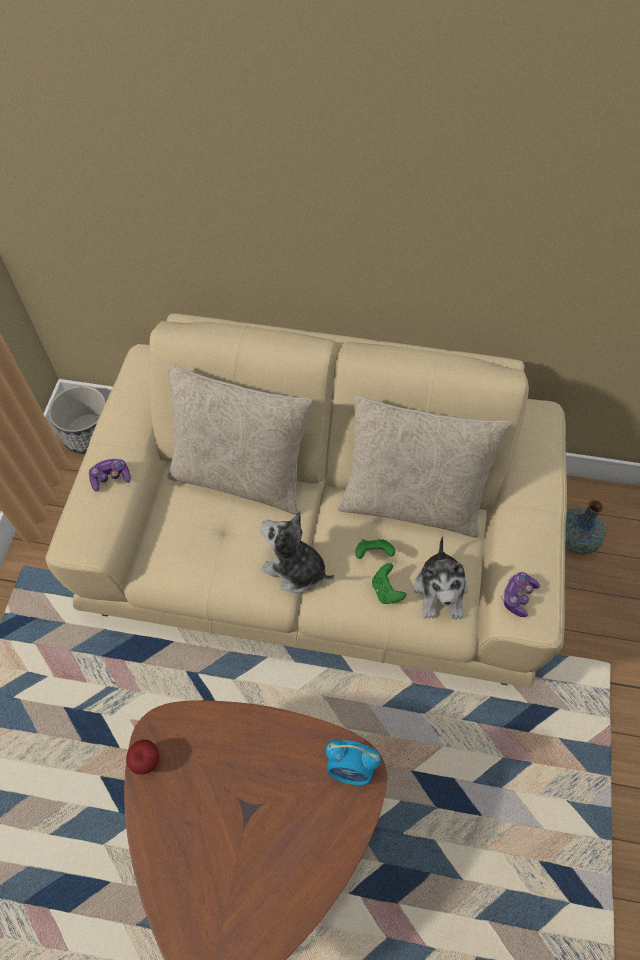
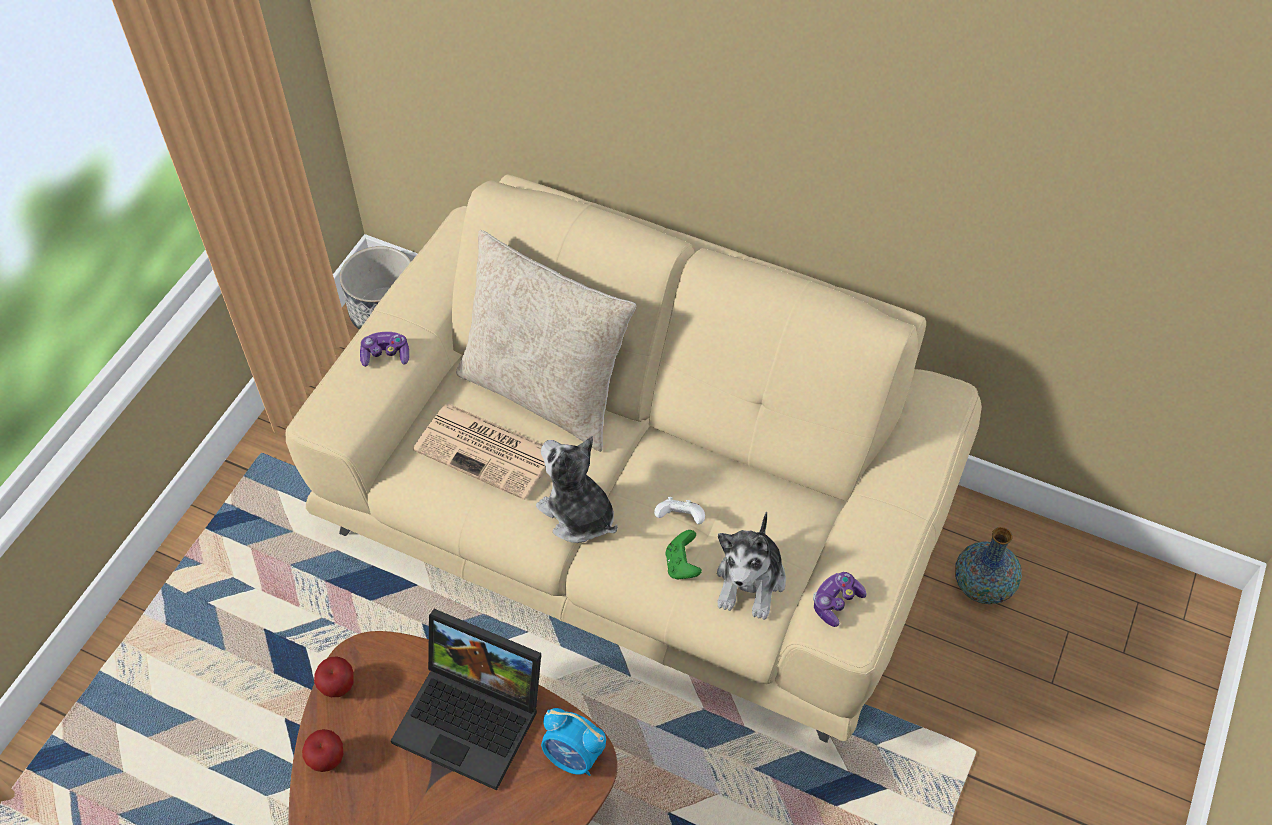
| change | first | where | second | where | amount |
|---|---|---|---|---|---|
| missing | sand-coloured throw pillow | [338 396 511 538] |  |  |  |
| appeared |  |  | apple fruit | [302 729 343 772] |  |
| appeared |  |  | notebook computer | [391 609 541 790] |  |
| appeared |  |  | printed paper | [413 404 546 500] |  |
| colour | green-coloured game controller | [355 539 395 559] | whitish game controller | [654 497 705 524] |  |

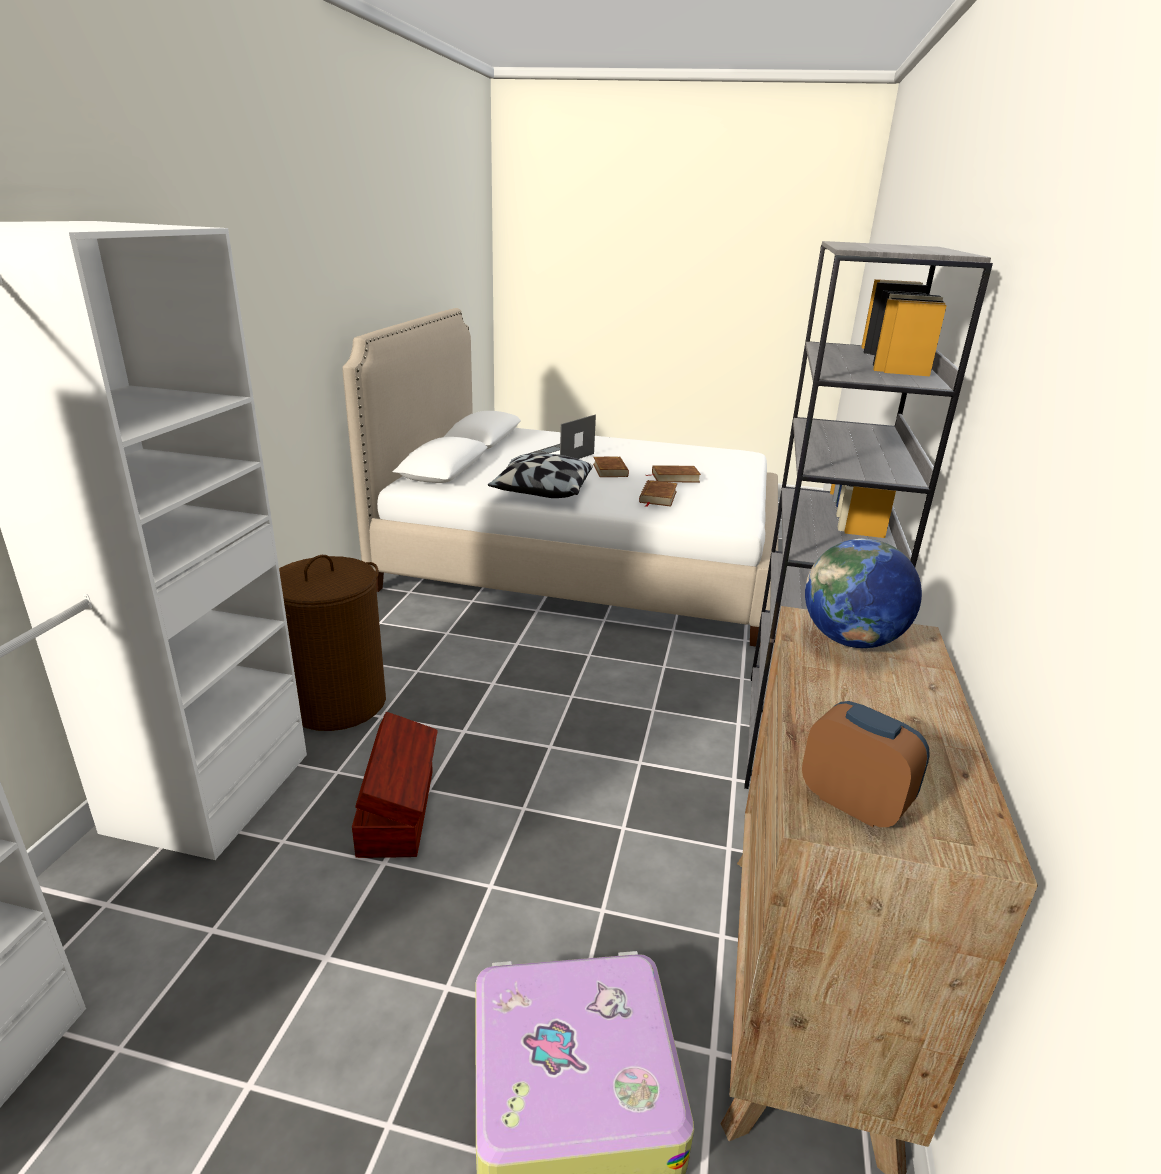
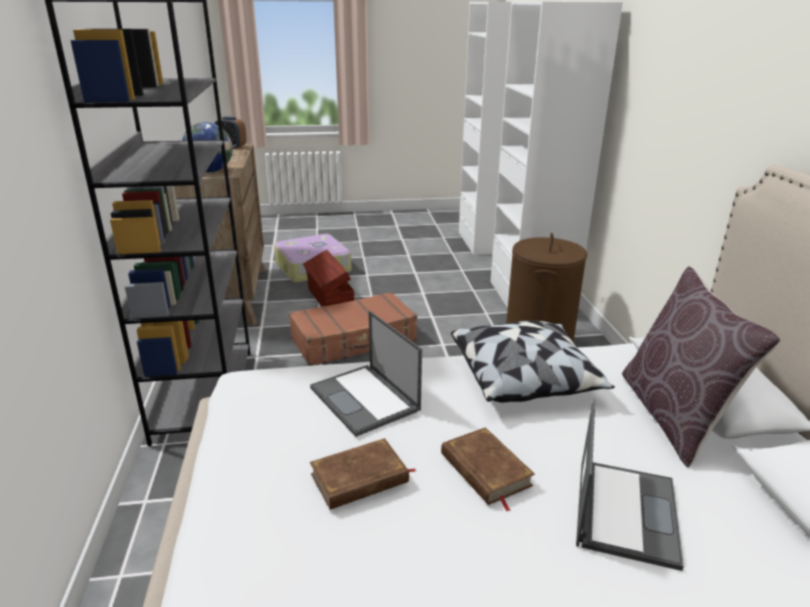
| change | first | where | second | where | amount |
|---|---|---|---|---|---|
| appeared |  |  | brownish suitcase | [289 292 417 366] |  |
| appeared |  |  | brownish throw pillow | [622 266 781 467] |  |
| relocated | brownish storage box | [352 712 438 858] |  | [303 249 354 306] |  |
| exchanged | brownish bound book | [639 480 677 507] | notebook computer | [310 311 422 437] |  |

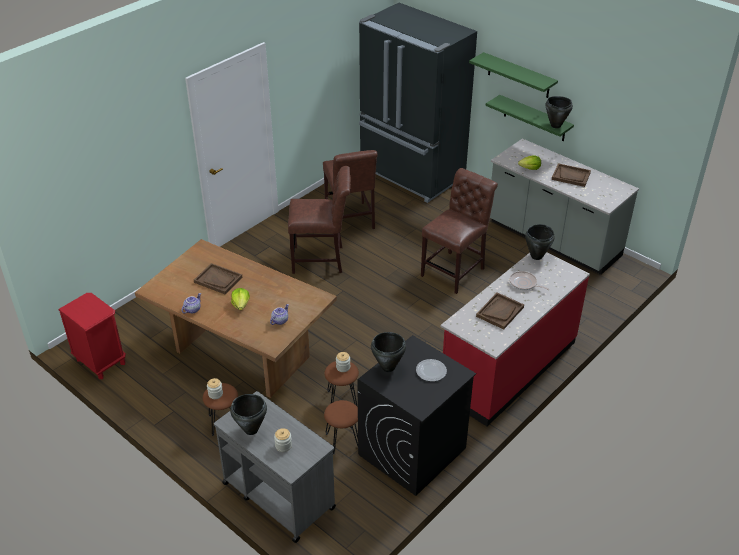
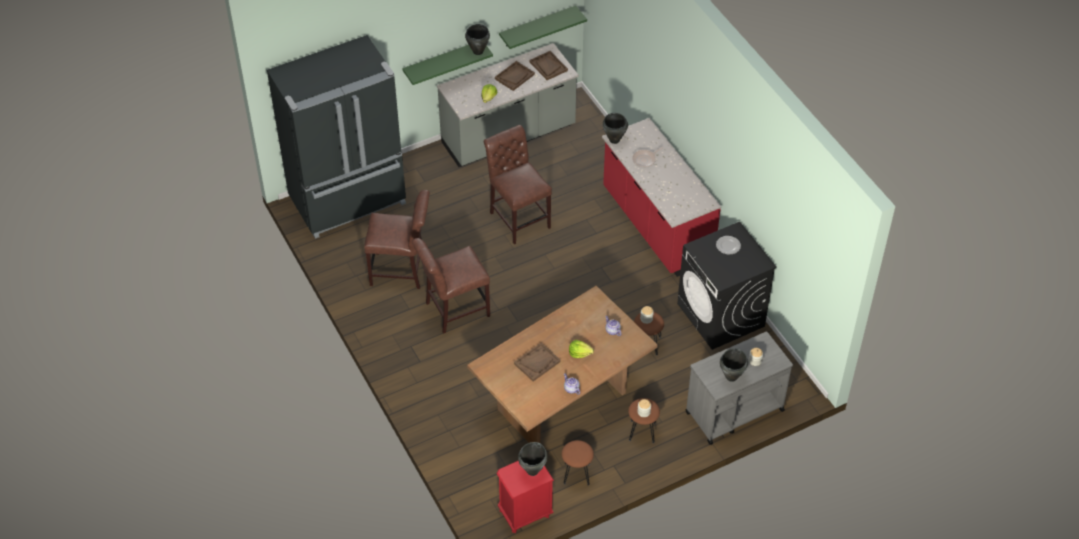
| change | first | where | second | where | amount |
|---|---|---|---|---|---|
| relocated | brownish stool | [324 400 358 455] |  | [562 440 594 486] |  |
| relocated | black cooking pot | [371 332 406 372] |  | [518 442 547 476] |  |
| relocated | green-coloured wall shelf | [469 52 558 98] |  | [499 5 587 49] |  |
| relocated | brownish tray | [476 293 524 330] |  | [529 51 568 80] |  |
| spun | brownish chair | [288 166 351 274] |  | [412 238 490 334] | 135 degrees counterclockwise |

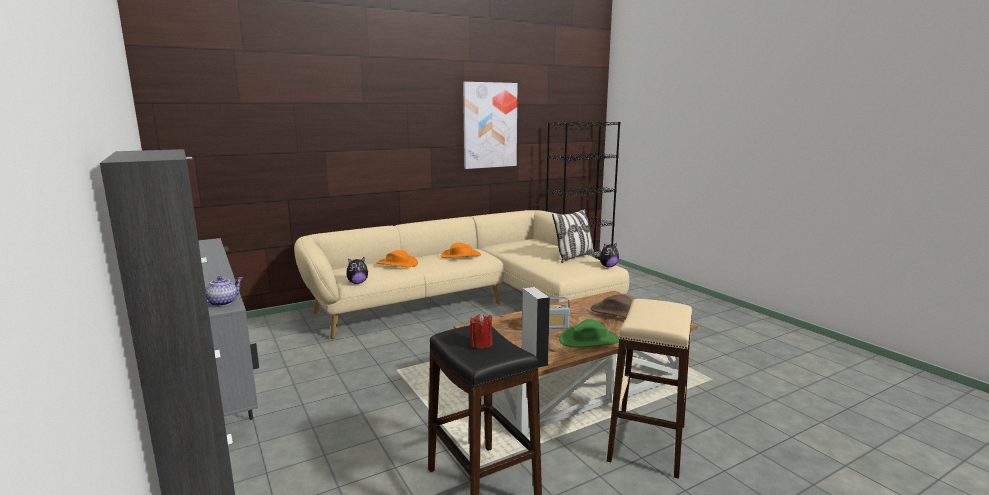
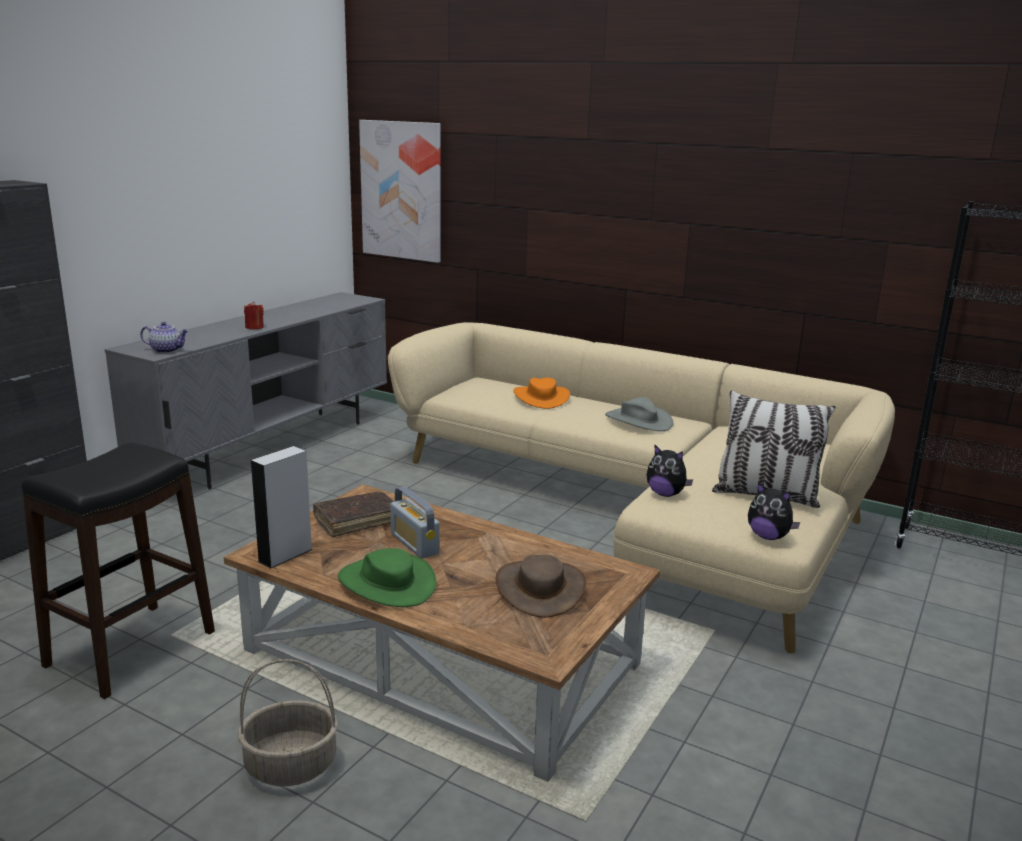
| change | first | where | second | where | amount |
|---|---|---|---|---|---|
| appeared |  |  | brownish bound book | [313 491 394 537] |  |
| relocated | soft toy | [347 257 368 284] |  | [646 445 693 497] |  |
| relocated | wall art | [463 82 517 169] |  | [359 120 440 263] |  |
| relocated | red-coloured wax candle | [470 313 492 348] |  | [244 301 264 329] |  |
| exchanged | sand-coloured stool | [607 299 692 479] | household basket | [238 659 338 786] |  |
| colour | orange hat | [441 243 481 258] | grey hat | [605 397 674 431] |  |

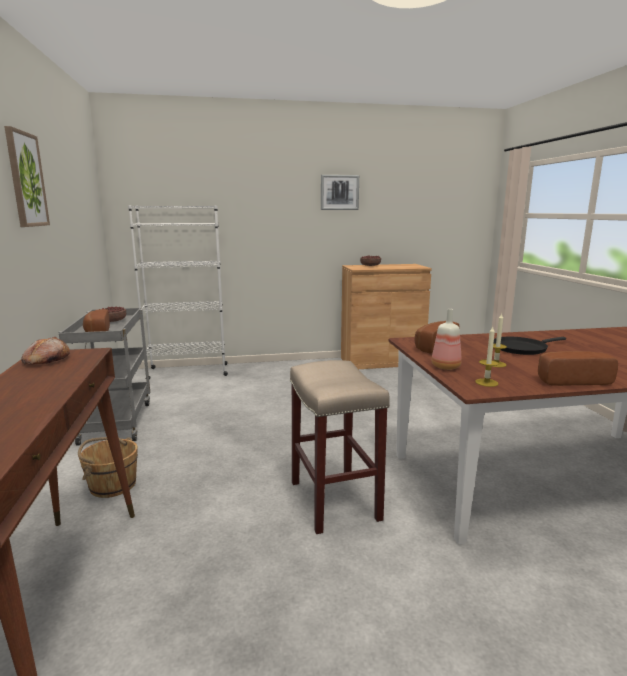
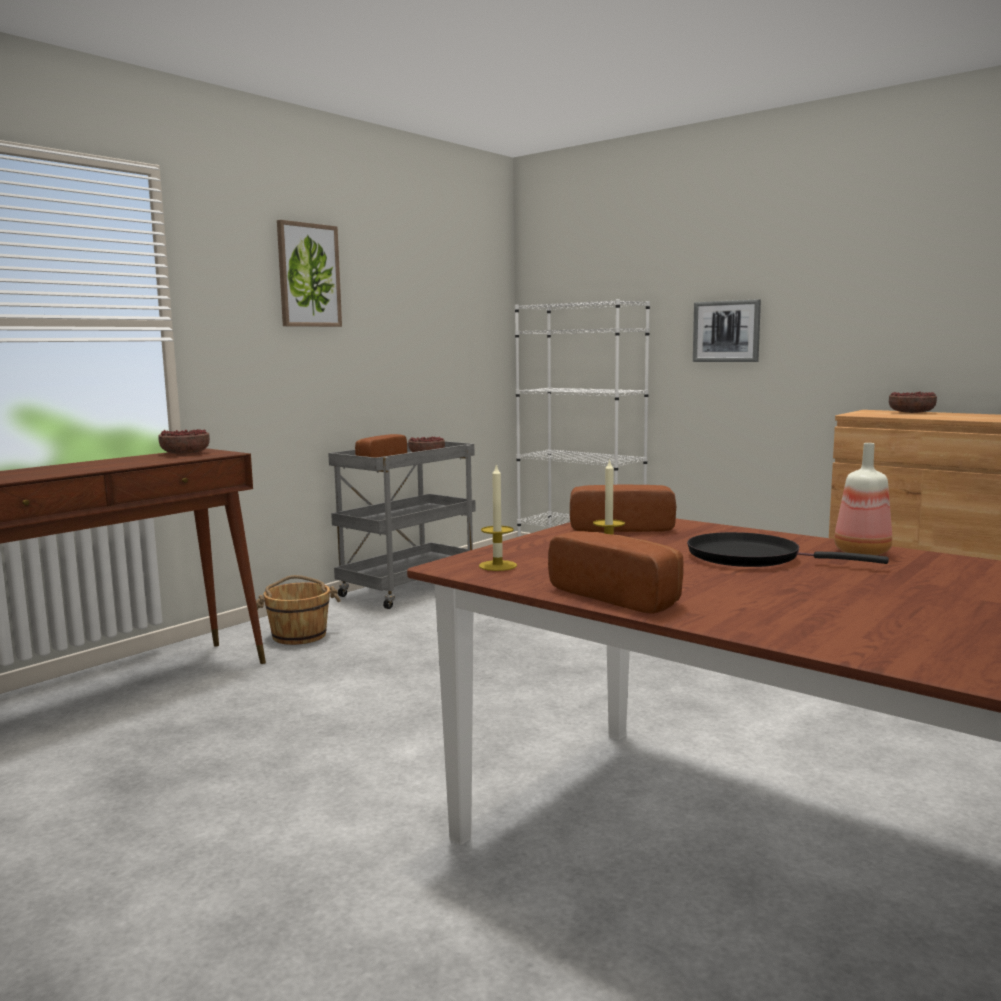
| change | first | where | second | where | amount |
|---|---|---|---|---|---|
| missing | sand-coloured stool | [290 360 390 534] |  |  |  |
| relocated | wall art | [321 175 359 210] |  | [693 299 761 362] |  |
| relocated | beverage bottle | [431 309 462 370] |  | [834 443 892 555] |  |
| exchanged | bakery bread | [21 337 70 365] | deep dish | [158 429 210 454] |  |

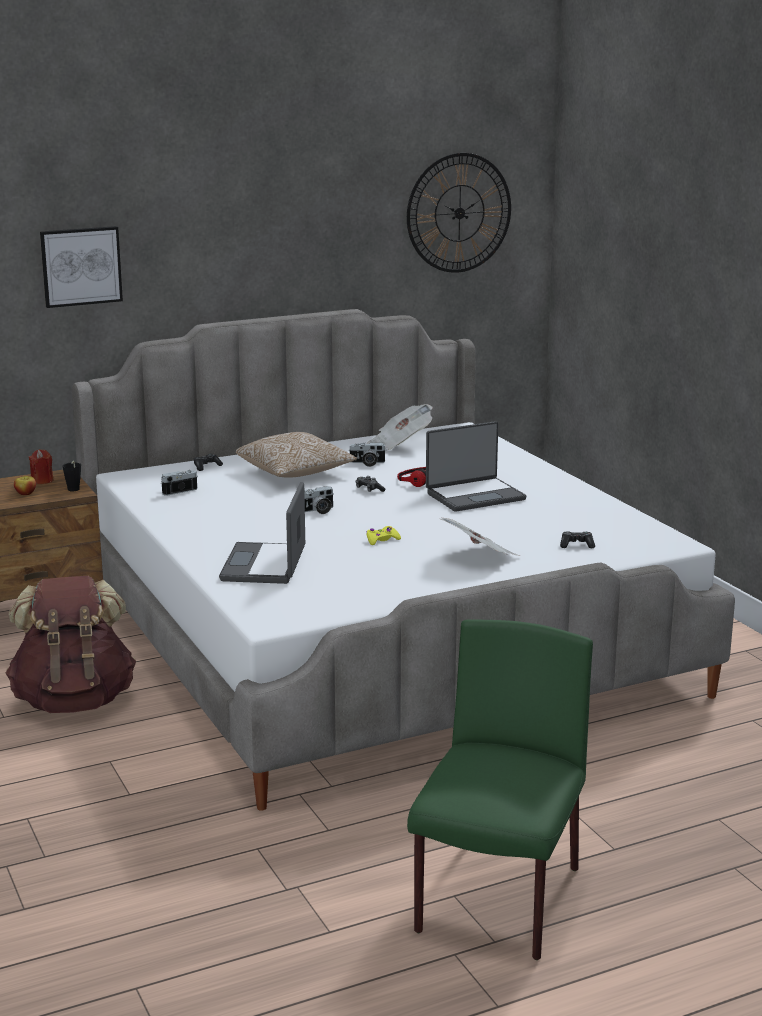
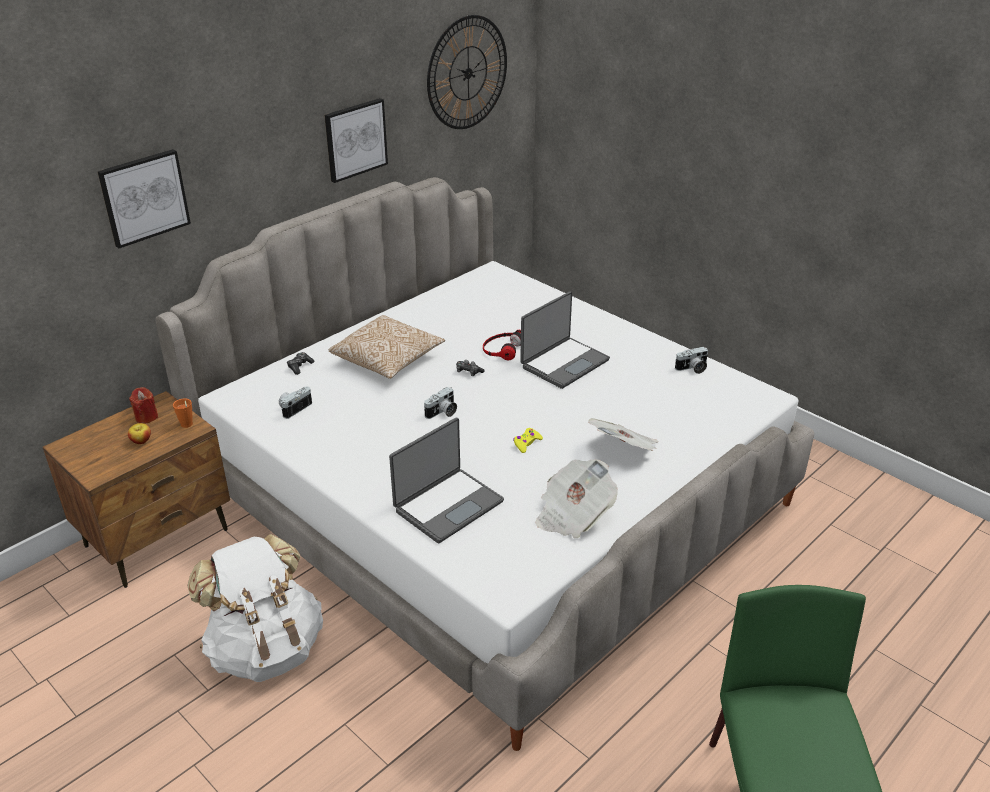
| change | first | where | second | where | amount |
|---|---|---|---|---|---|
| missing | game controller | [560 531 595 548] |  |  |  |
| appeared |  |  | wall art | [324 98 388 183] |  |
| relocated | still camera | [348 443 385 467] |  | [675 347 708 374] |  |
| relocated | printed paper | [366 404 433 450] |  | [535 459 618 538] |  |
| colour | brownish rucksack | [6 576 136 713] | whitish rucksack | [188 534 323 682] |  |
| colour | black cup | [63 461 81 491] | orange cup | [173 398 193 428] |  |
| spun | notebook computer | [219 482 305 584] |  | [389 418 504 544] | 120 degrees counterclockwise |

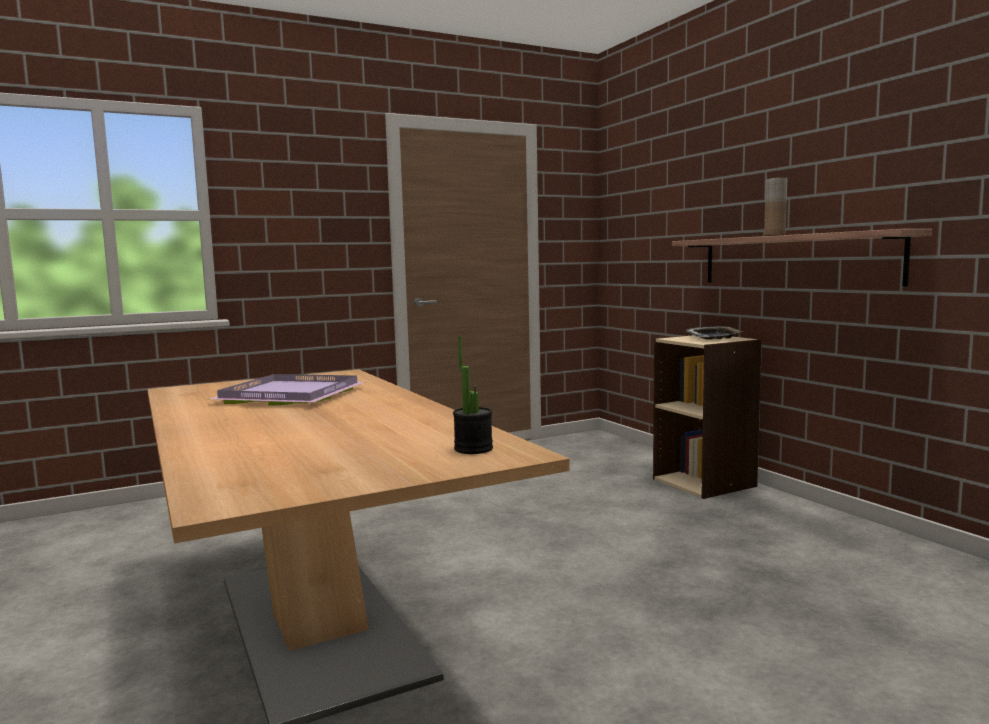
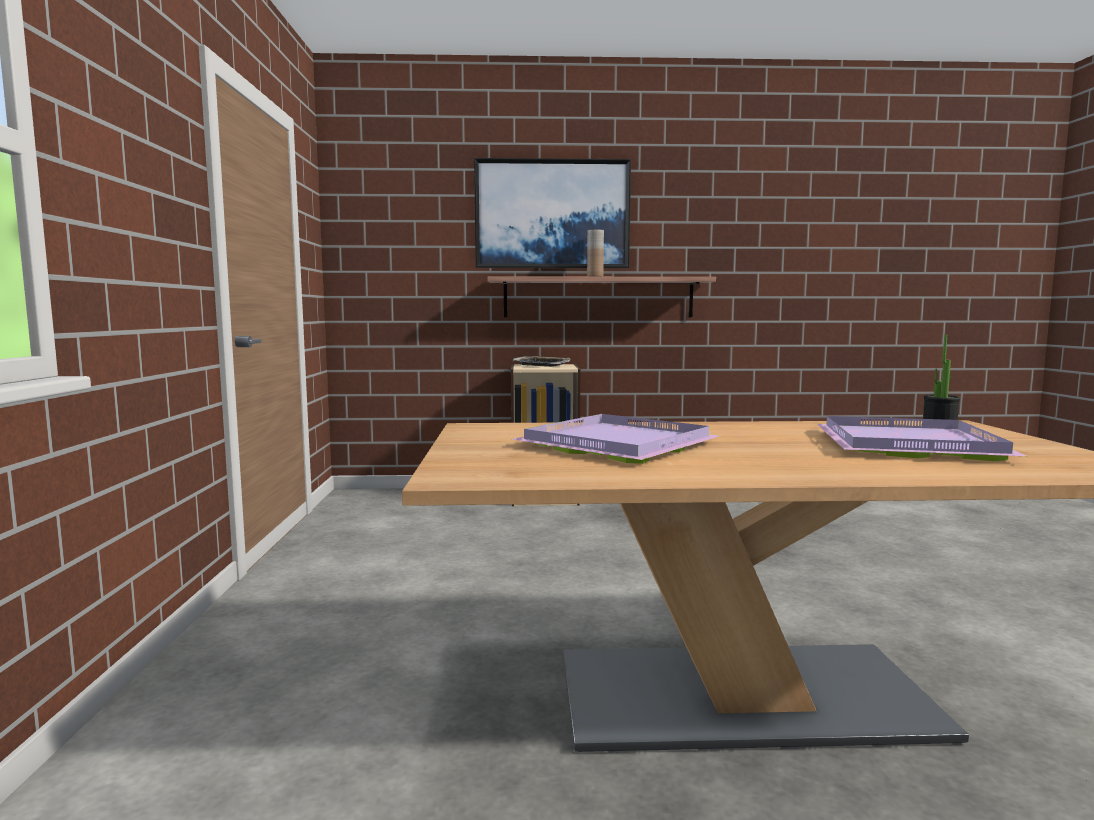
| change | first | where | second | where | amount |
|---|---|---|---|---|---|
| appeared |  |  | wall art | [474 158 631 268] |  |
| appeared |  |  | purplish tray | [817 416 1029 461] |  |

